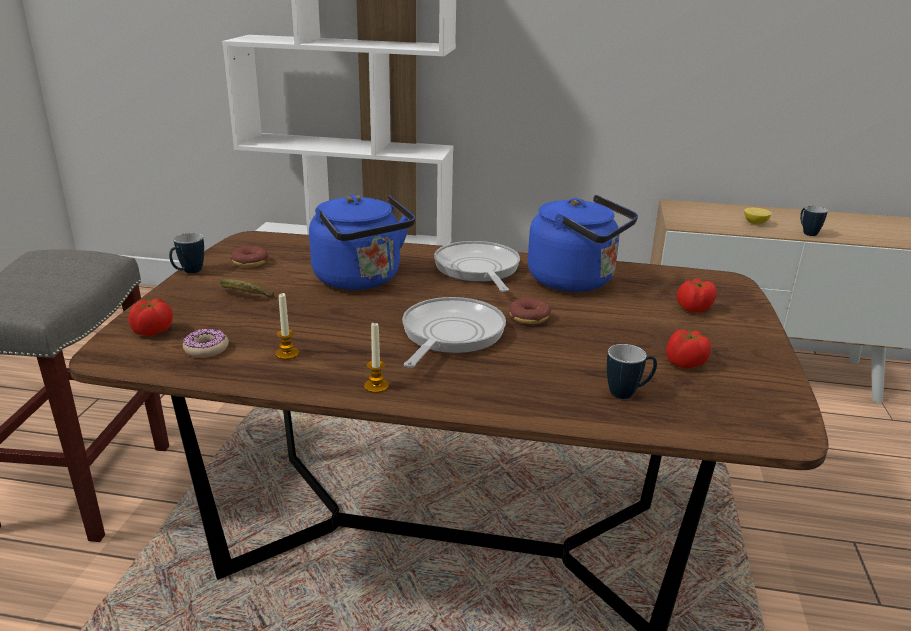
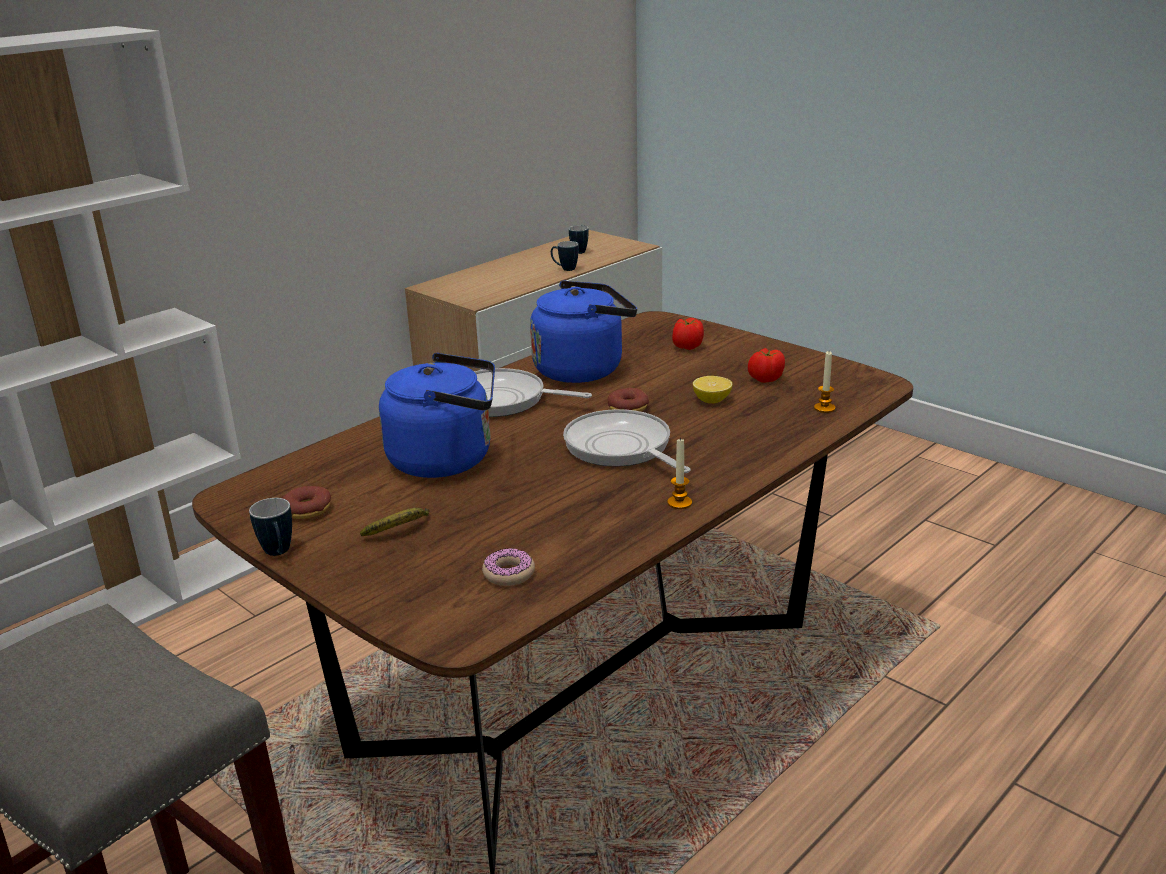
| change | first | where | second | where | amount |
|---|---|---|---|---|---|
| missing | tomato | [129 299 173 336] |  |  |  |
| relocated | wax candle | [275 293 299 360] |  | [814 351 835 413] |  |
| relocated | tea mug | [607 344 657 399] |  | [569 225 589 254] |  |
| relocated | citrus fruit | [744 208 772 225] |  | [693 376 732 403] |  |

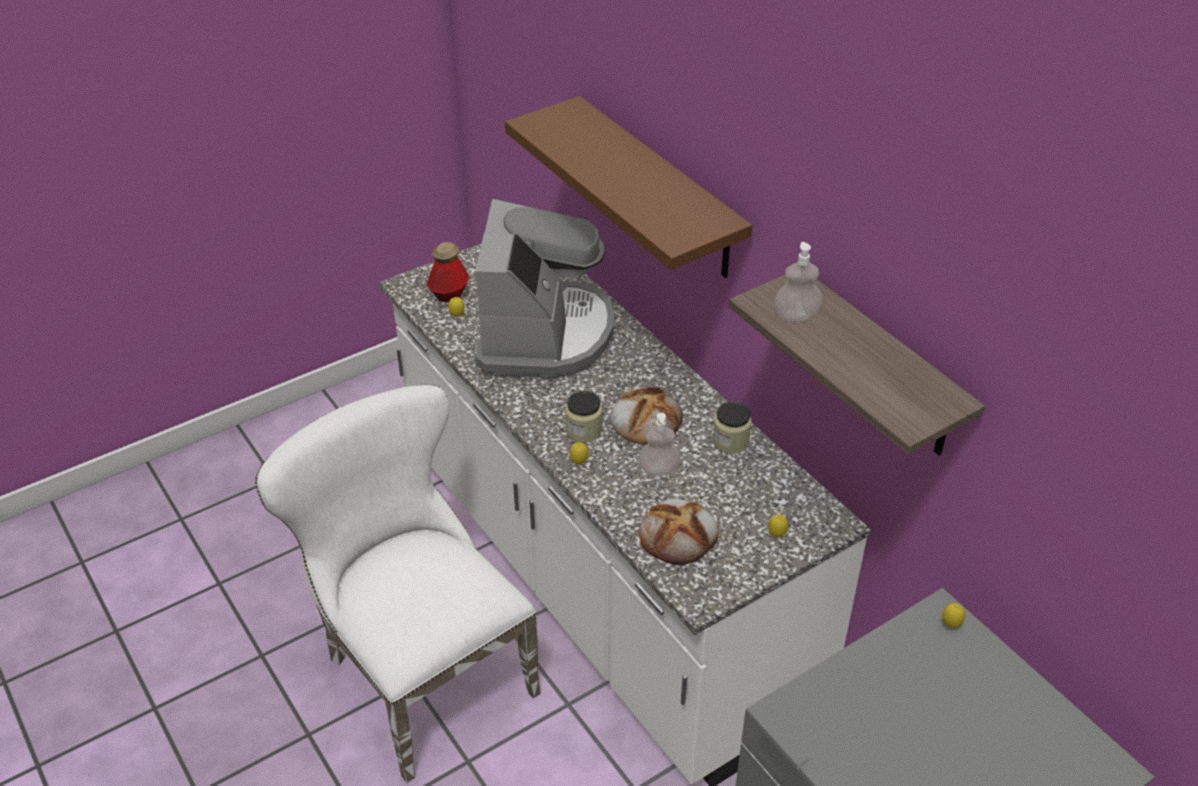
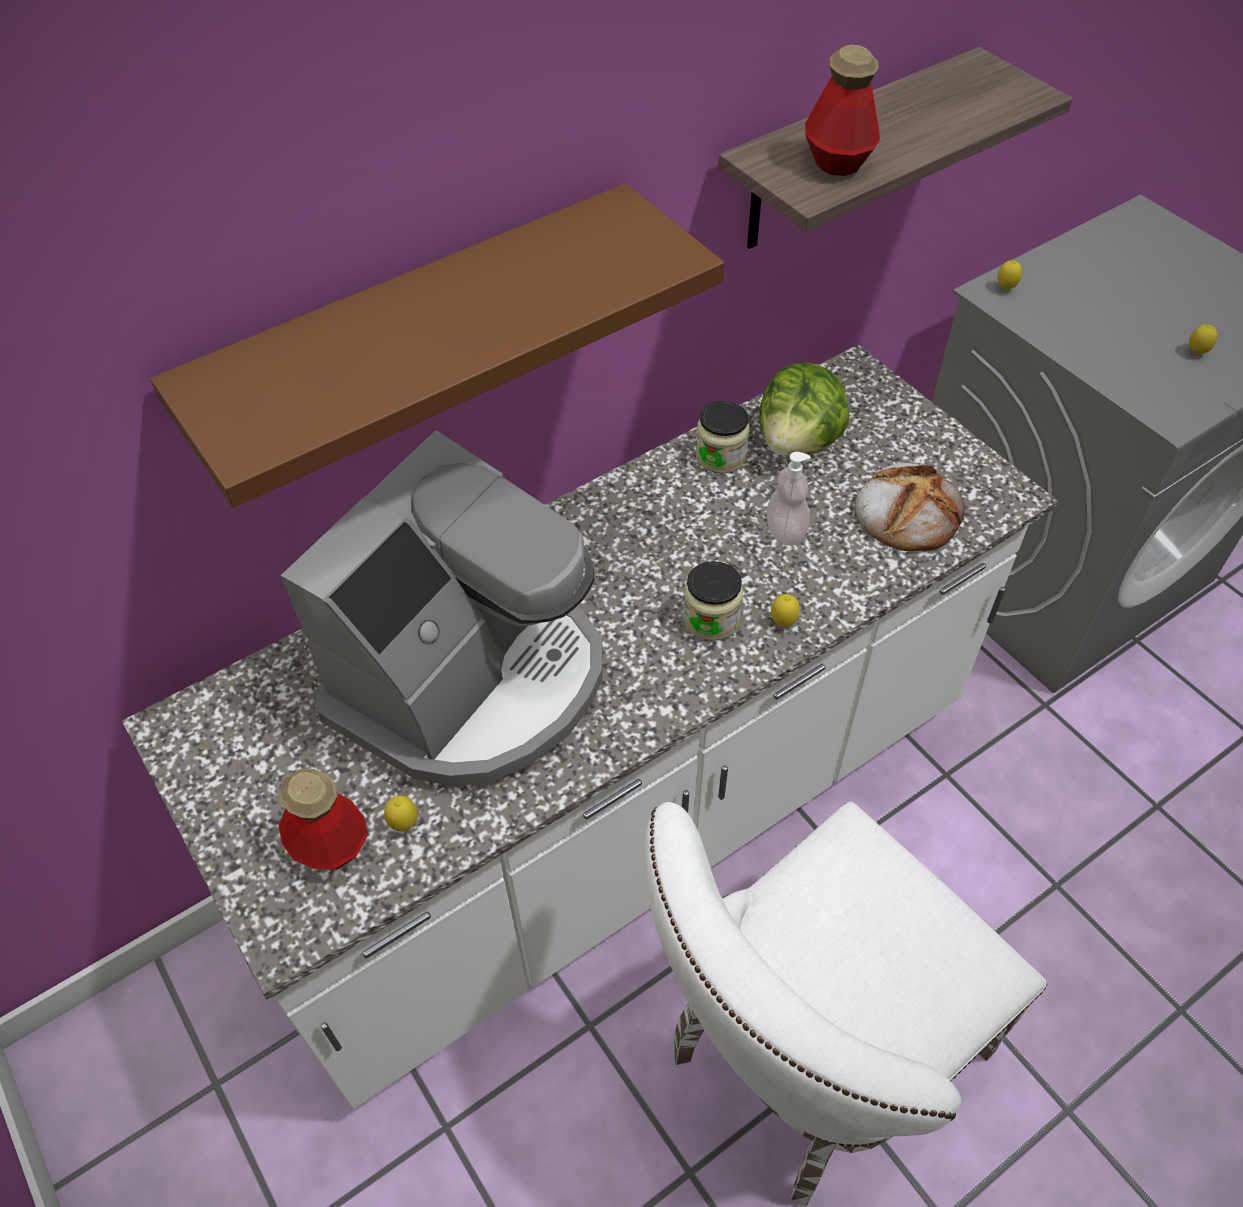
| change | first | where | second | where | amount |
|---|---|---|---|---|---|
| missing | bakery bread | [610 387 683 445] |  |  |  |
| appeared |  |  | lettuce | [759 362 849 456] |  |
| relocated | citrus fruit | [768 514 788 537] |  | [1189 324 1218 354] |  |
| exchanged | soap bottle | [774 242 823 322] | beverage bottle | [805 45 880 176] |  |
| spun | coffee maker | [475 199 614 378] |  | [281 430 603 786] | 120 degrees clockwise |

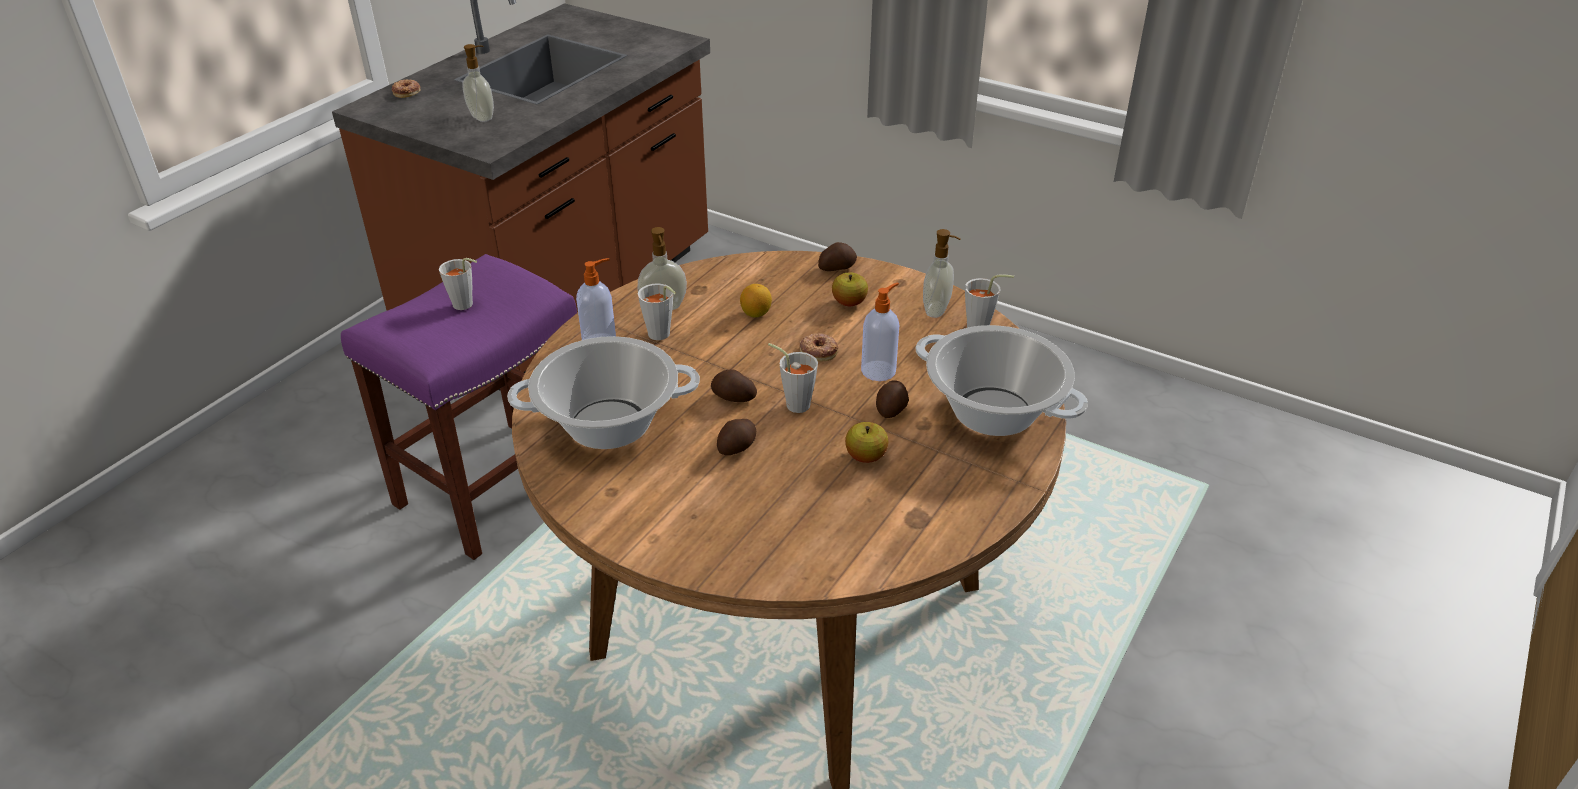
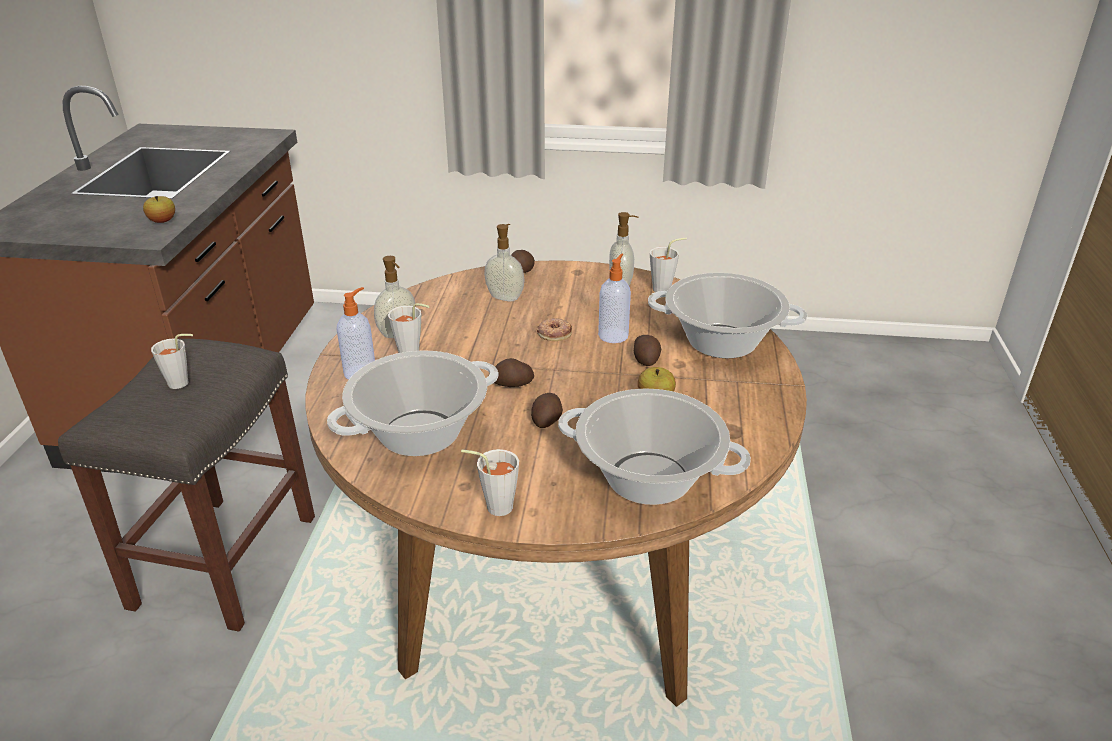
| change | first | where | second | where | amount |
|---|---|---|---|---|---|
| missing | doughnut | [392 79 421 98] |  |  |  |
| missing | citrus fruit | [740 284 772 317] |  |  |  |
| appeared |  |  | cooking pot | [558 388 751 505] |  |
| relocated | soap bottle | [462 44 494 122] |  | [484 224 525 301] |  |
| relocated | grey cup | [768 343 818 413] |  | [461 449 519 516] |  |
| relocated | apple fruit | [832 272 868 306] |  | [143 196 175 223] |  |
| colour | purplish stool | [341 254 577 560] | grey stool | [58 339 315 632] |  |

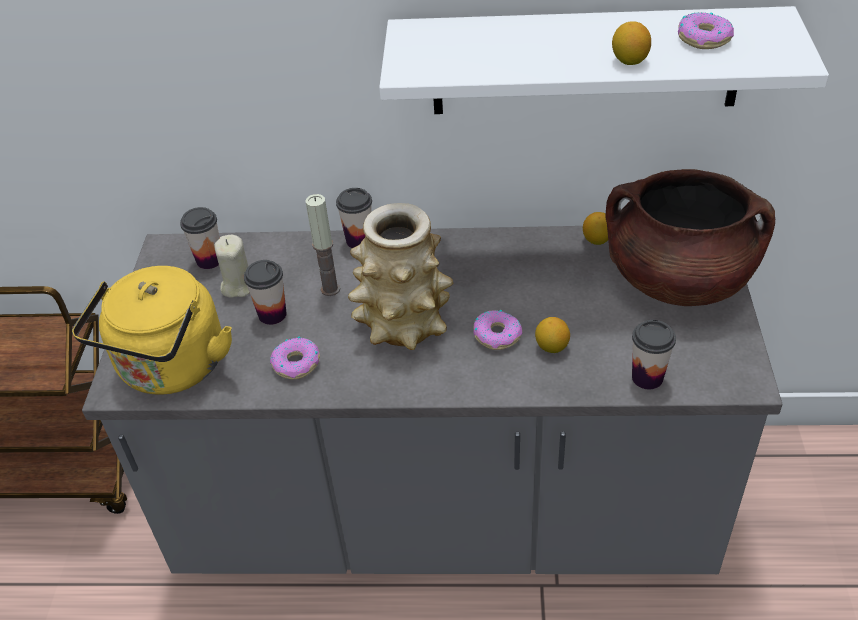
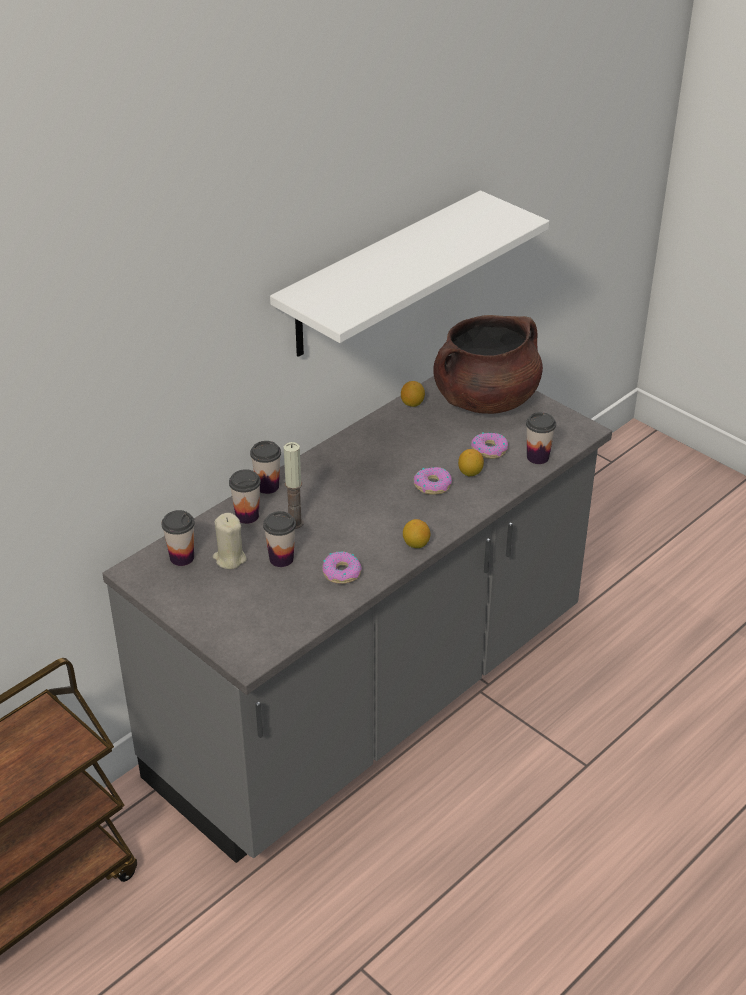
| change | first | where | second | where | amount |
|---|---|---|---|---|---|
| missing | yellow-coloured tea kettle | [72 266 232 395] |  |  |  |
| missing | decorative vase | [348 203 453 350] |  |  |  |
| appeared |  |  | cup | [229 469 261 524] |  |
| relocated | citrus fruit | [612 21 651 65] |  | [403 519 431 548] |  |
| relocated | doughnut | [678 12 734 49] |  | [471 432 508 459] |  |

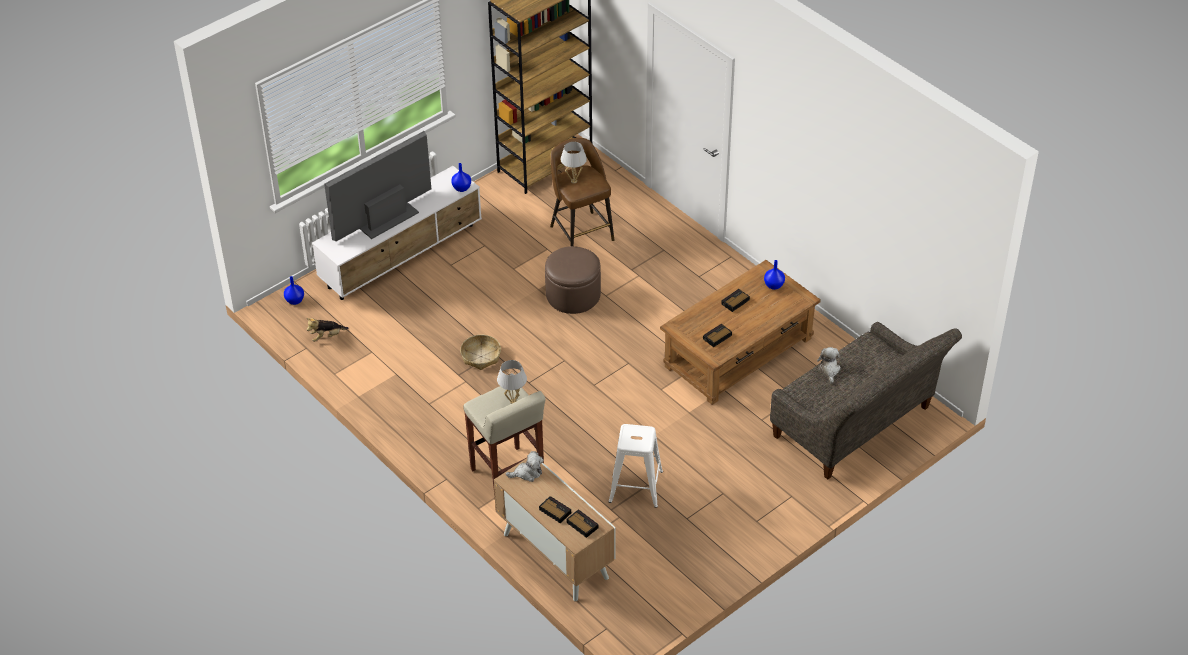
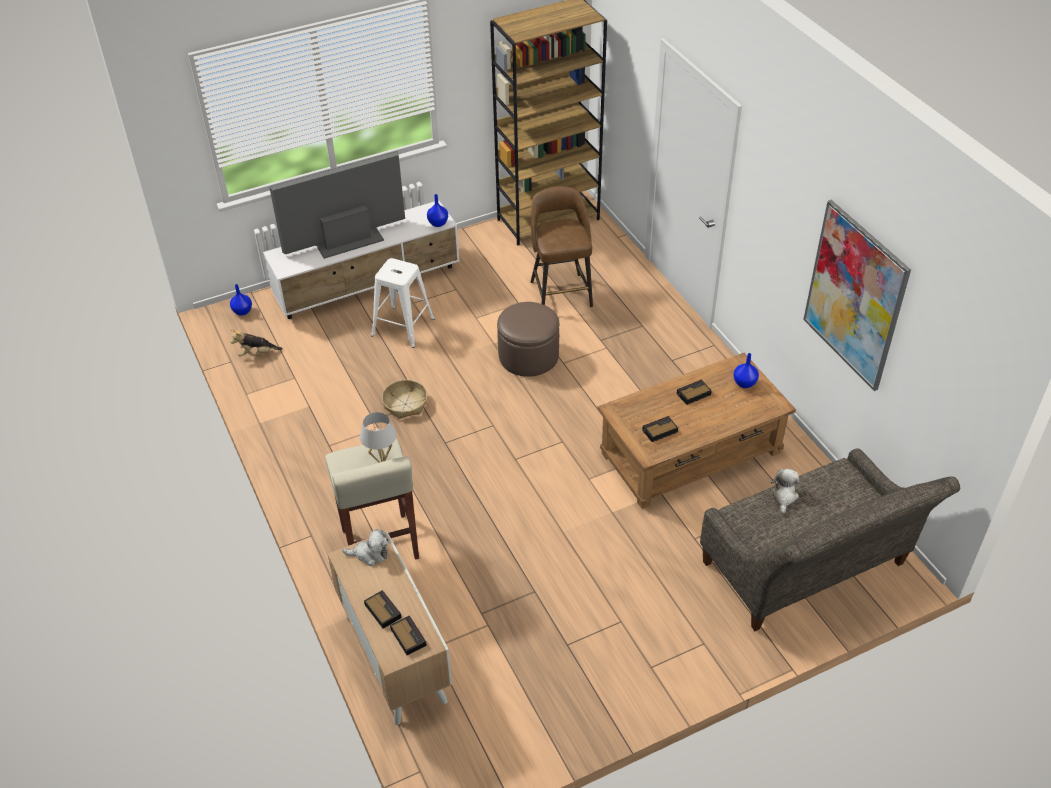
| change | first | where | second | where | amount |
|---|---|---|---|---|---|
| missing | whitish table lamp | [560 142 587 183] |  |  |  |
| appeared |  |  | wall art | [803 200 911 391] |  |
| relocated | whitish stool | [609 424 663 508] |  | [371 258 435 348] |  |

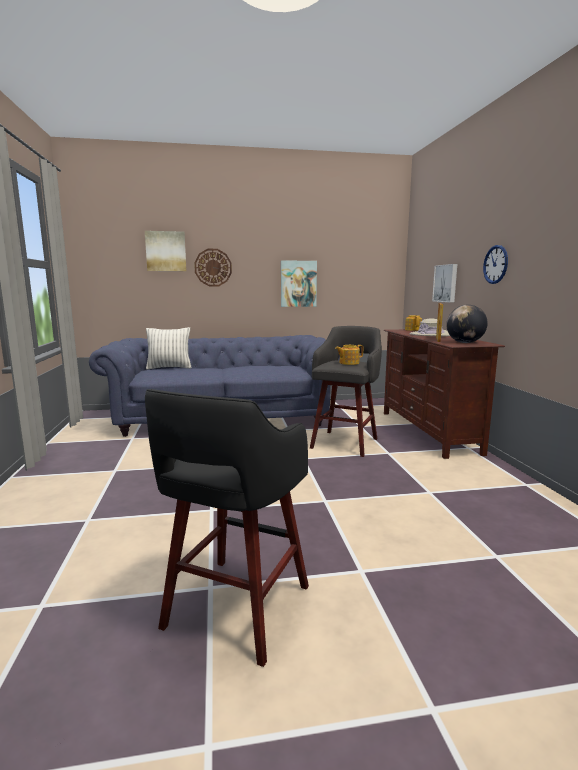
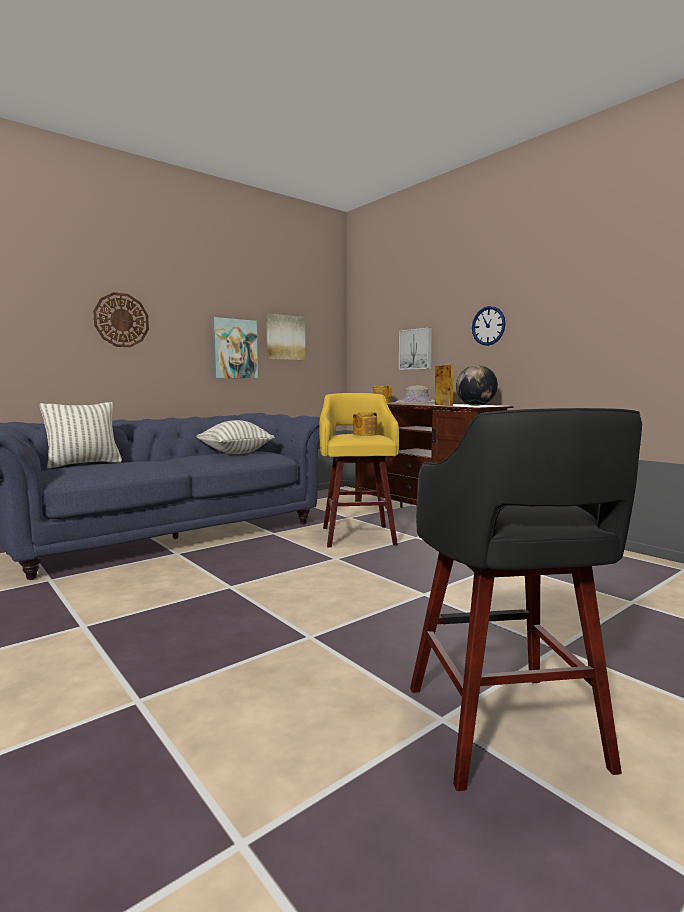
| change | first | where | second | where | amount |
|---|---|---|---|---|---|
| appeared |  |  | throw pillow | [196 420 275 454] |  |
| relocated | wall art | [145 231 186 271] |  | [266 313 305 360] |  |
| colour | grey stool | [310 326 382 457] | yellow-coloured stool | [319 393 399 547] |  |

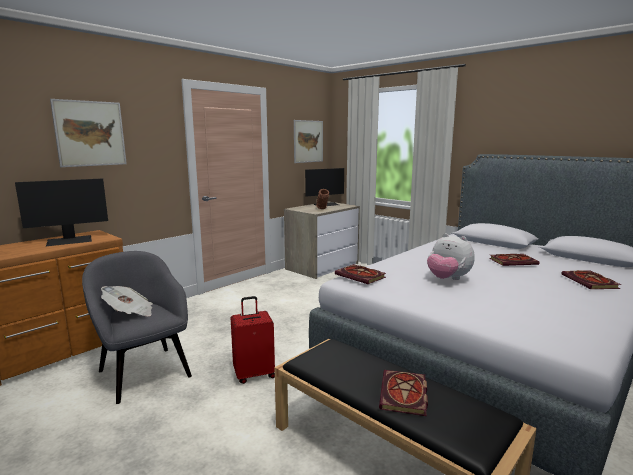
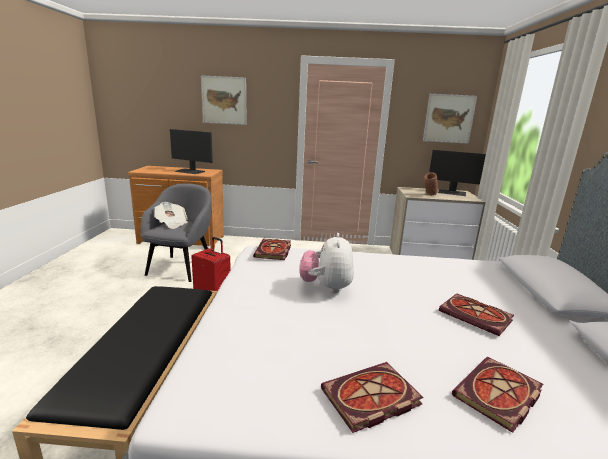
| change | first | where | second | where | amount |
|---|---|---|---|---|---|
| relocated | bound book | [379 370 428 416] |  | [321 362 424 433] |  |

